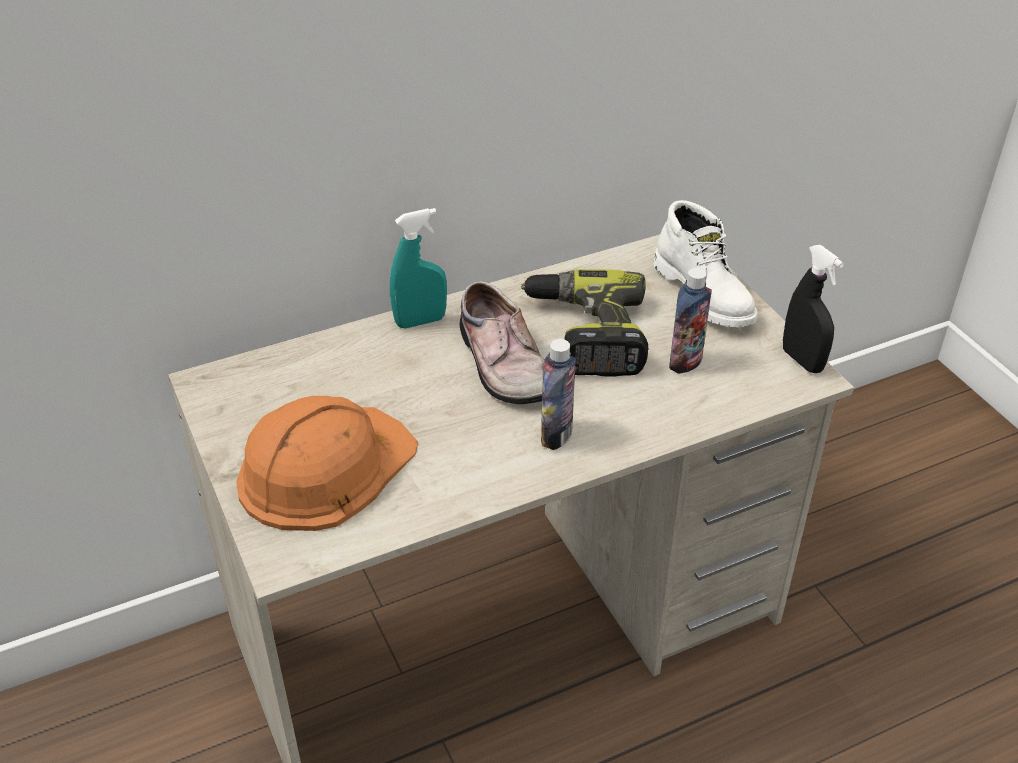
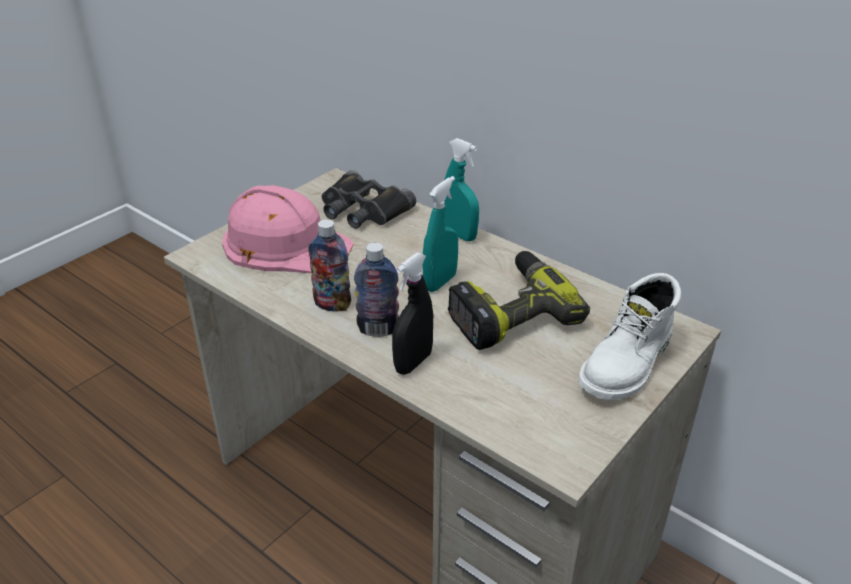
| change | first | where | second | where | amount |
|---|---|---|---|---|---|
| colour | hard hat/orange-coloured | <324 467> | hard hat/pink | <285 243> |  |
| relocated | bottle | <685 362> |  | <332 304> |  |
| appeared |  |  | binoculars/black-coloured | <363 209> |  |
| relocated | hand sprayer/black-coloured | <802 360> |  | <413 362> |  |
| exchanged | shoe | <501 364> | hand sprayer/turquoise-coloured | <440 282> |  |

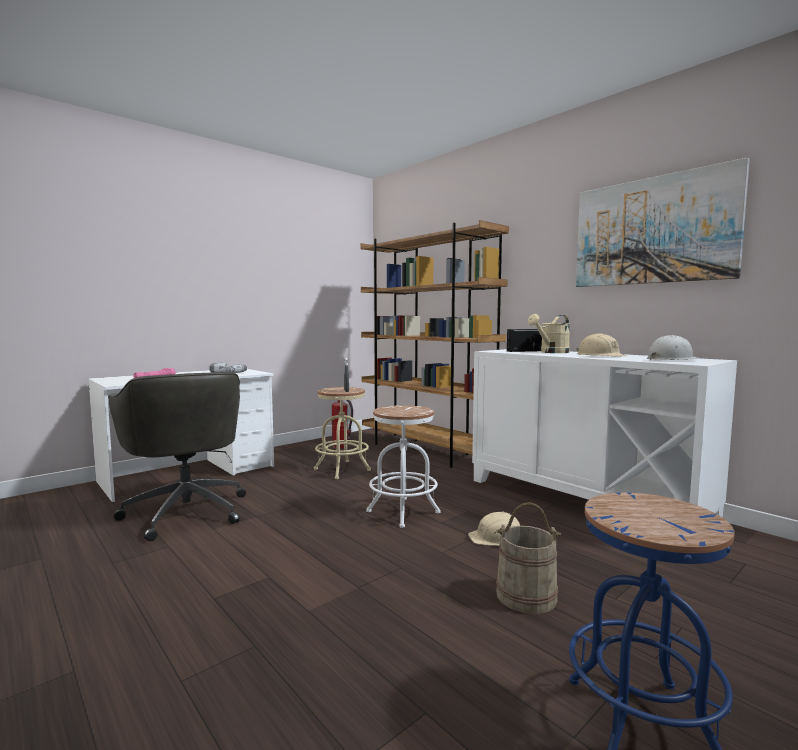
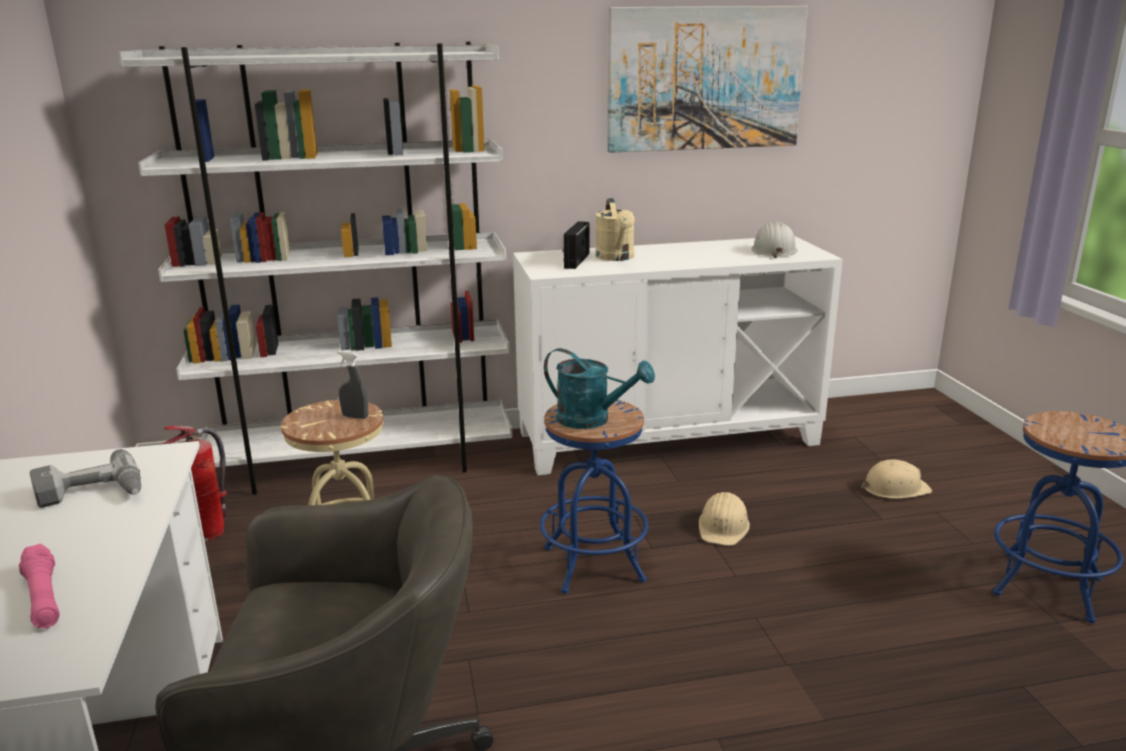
| change | first | where | second | where | amount |
|---|---|---|---|---|---|
| colour | bookcase/brown-coloured | <426 451> | bookcase/whitish | <363 463> |  |
| colour | stool/whitish | <403 512> | stool/blue | <593 564> |  |
| appeared |  |  | sprinkling can/turquoise-coloured | <592 420> |  |
| relocated | hard hat/sand-coloured | <600 356> |  | <894 488> |  |
| missing | bucket/sand-coloured | <526 595> |  |  |  |

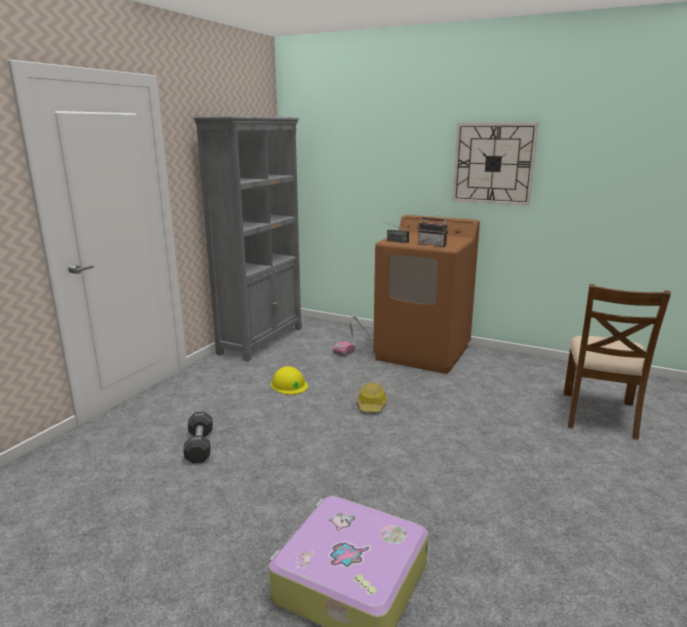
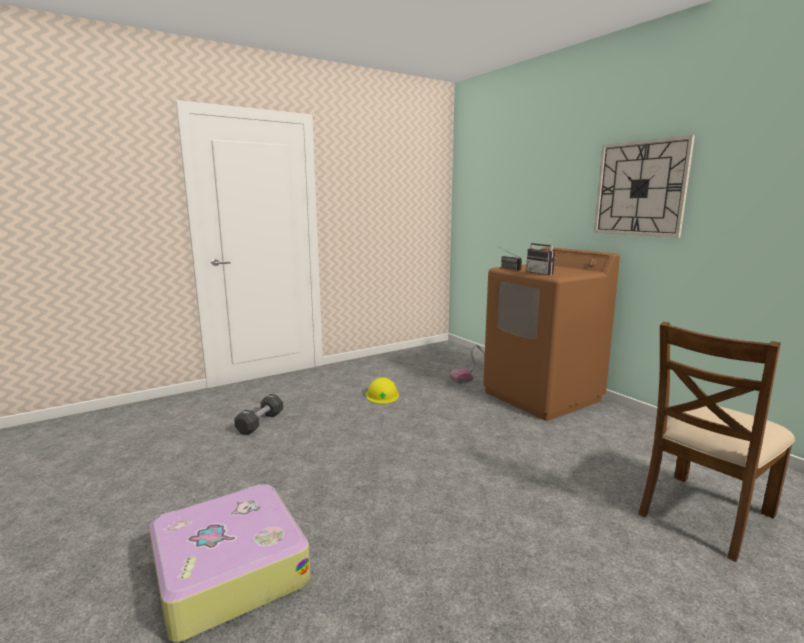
| change | first | where | second | where | amount |
|---|---|---|---|---|---|
| missing | bookcase/gray | <262 340> |  |  |  |
| missing | hard hat | <372 405> |  |  |  |

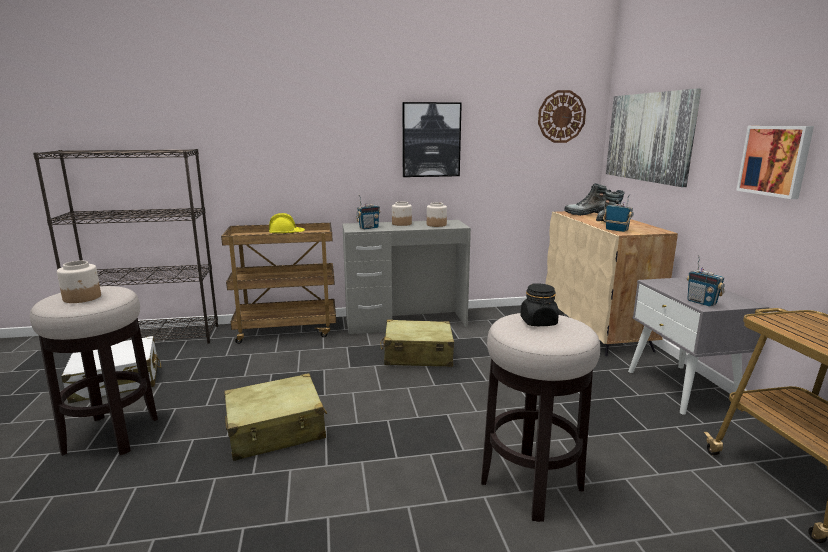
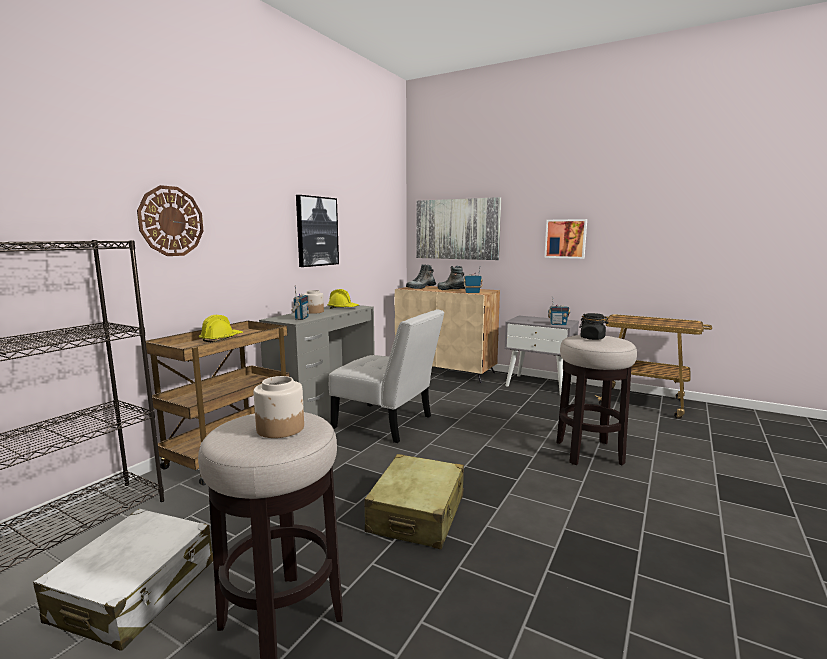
| change | first | where | second | where | amount |
|---|---|---|---|---|---|
| relocated | hanging clock | <561 116> |  | <171 221> |  |
| exchanged | jar | <436 225> | hard hat/yellow-coloured | <343 308> |  |
| exchanged | travel case/sand-coloured | <417 355> | plain chair/whitish | <387 423> |  |

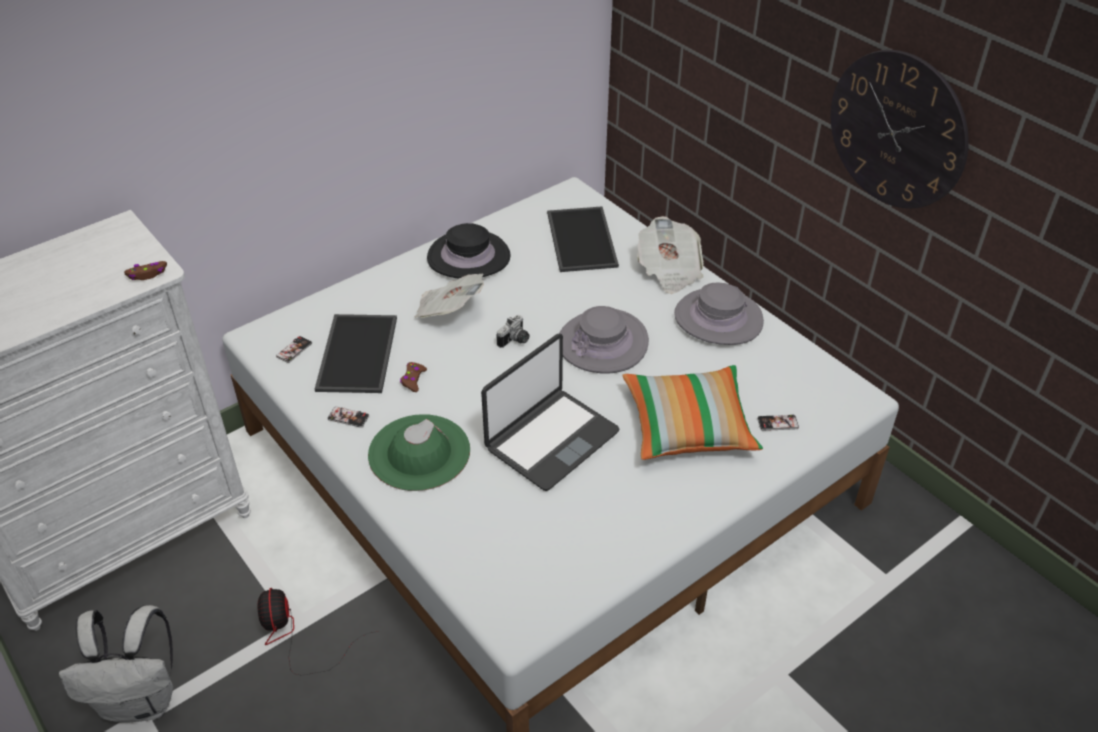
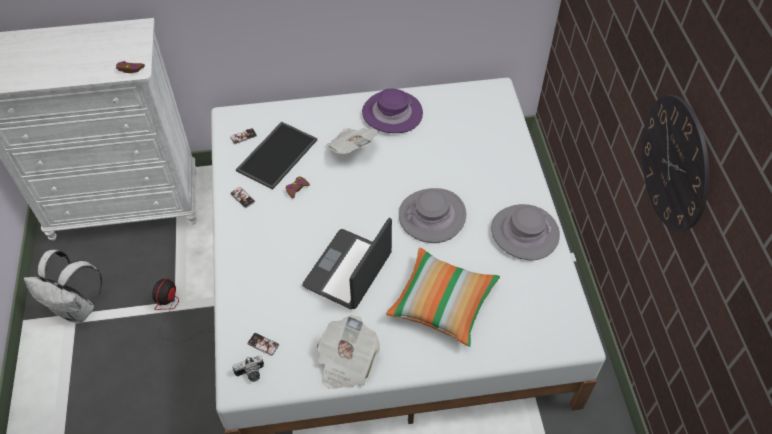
| change | first | where | second | where | amount |
|---|---|---|---|---|---|
| relocated | still camera | <515 340> |  | <251 374> |  |
| relocated | telephone | <777 423> |  | <263 344> |  |
| spun | portable computer | <551 439> |  | <348 270> | 135 degrees clockwise |
| relocated | newspaper | <669 271> |  | <346 362> |  |
| colour | hat/black-coloured | <468 257> | hat/purple | <392 113> |  |
| missing | hat/green-coloured | <419 452> |  |  |  |
| missing | tray | <580 239> |  |  |  |

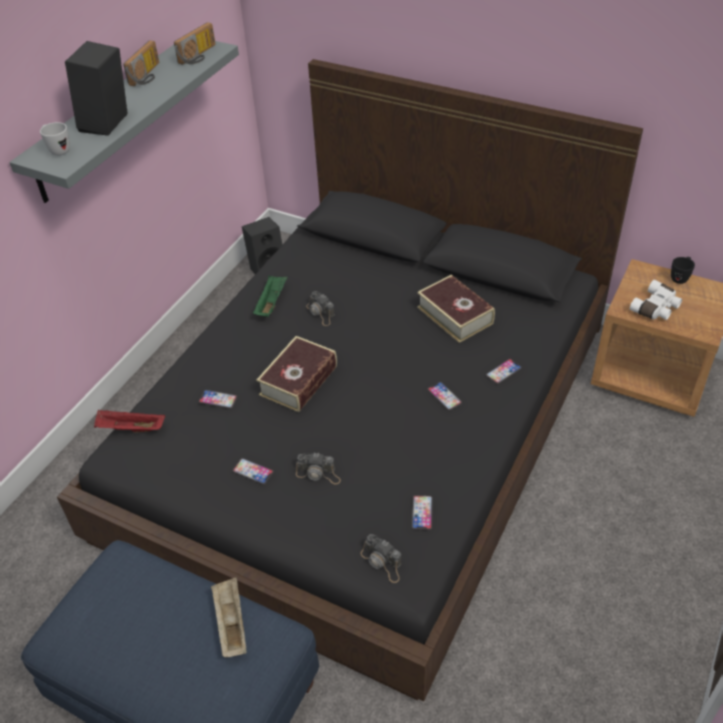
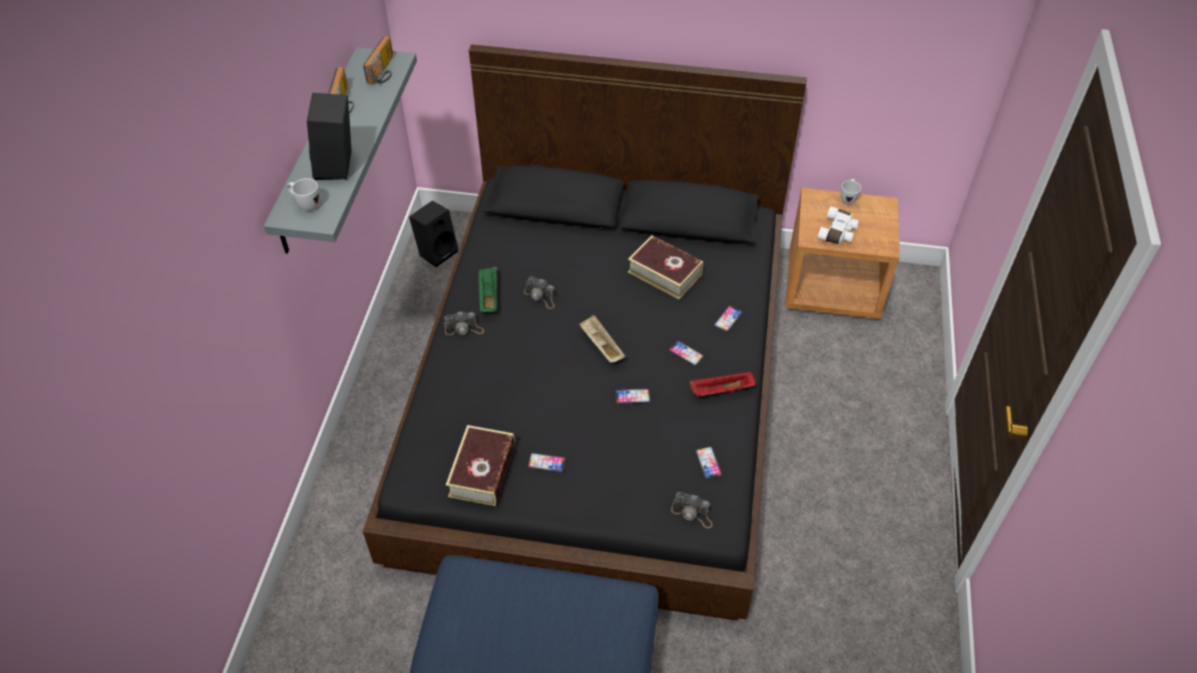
| change | first | where | second | where | amount |
|---|---|---|---|---|---|
| relocated | still camera | <318 473> |  | <464 328> |  |
| relocated | book | <298 380> |  | <482 471> |  |
| relocated | tray/sand-coloured | <231 623> |  | <601 346> |  |
| relocated | telephone | <218 400> |  | <632 397> |  |
| relocated | tray/red | <130 429> |  | <721 391> |  |
| colour | mug/black-coloured | <680 278> | mug/whitish | <848 198> |  |

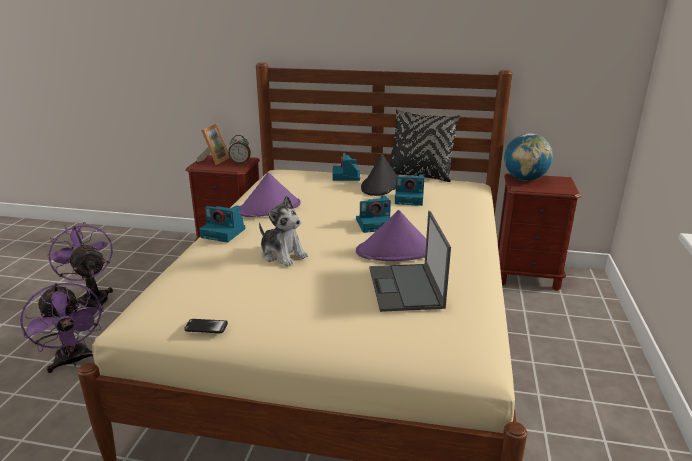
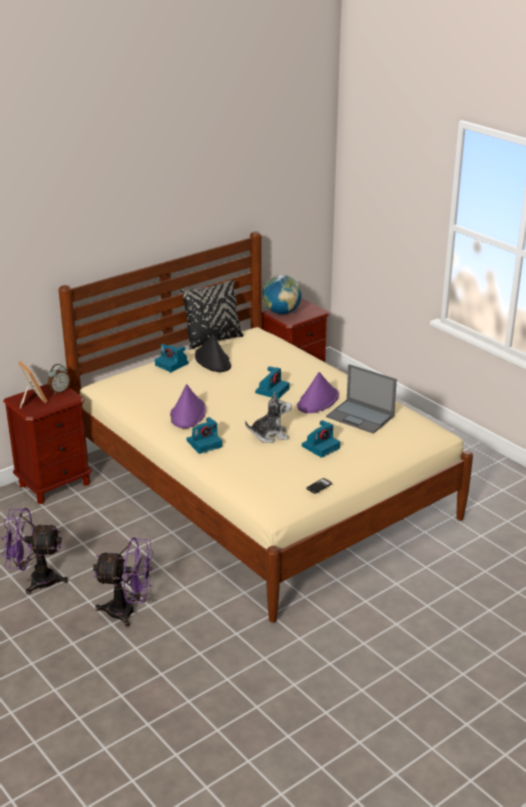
| change | first | where | second | where | amount |
|---|---|---|---|---|---|
| relocated | still camera | <410 199> |  | <321 446> |  |

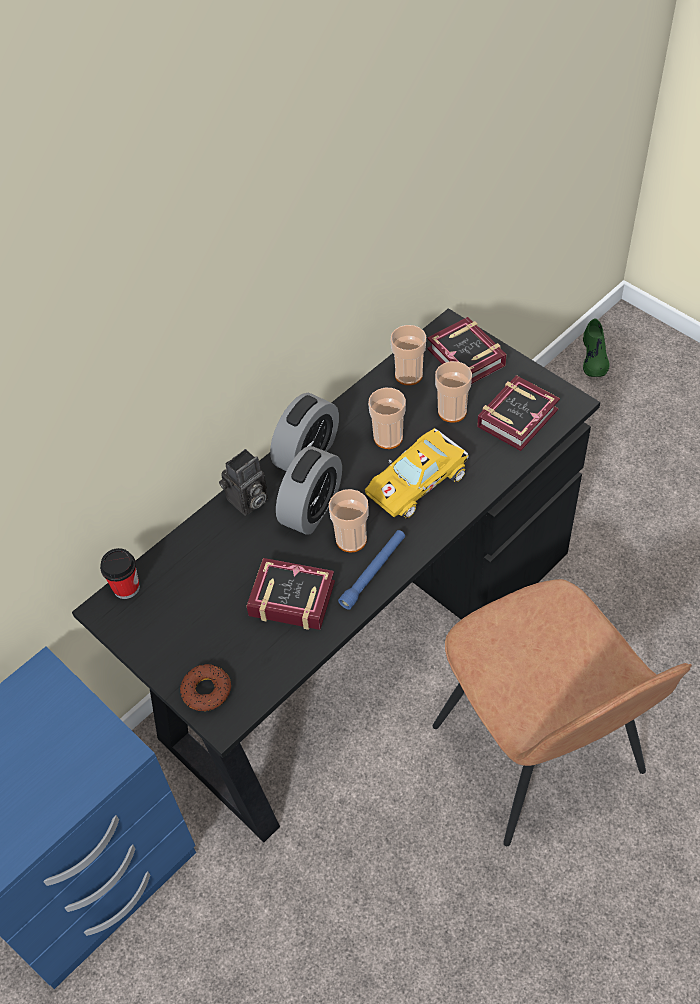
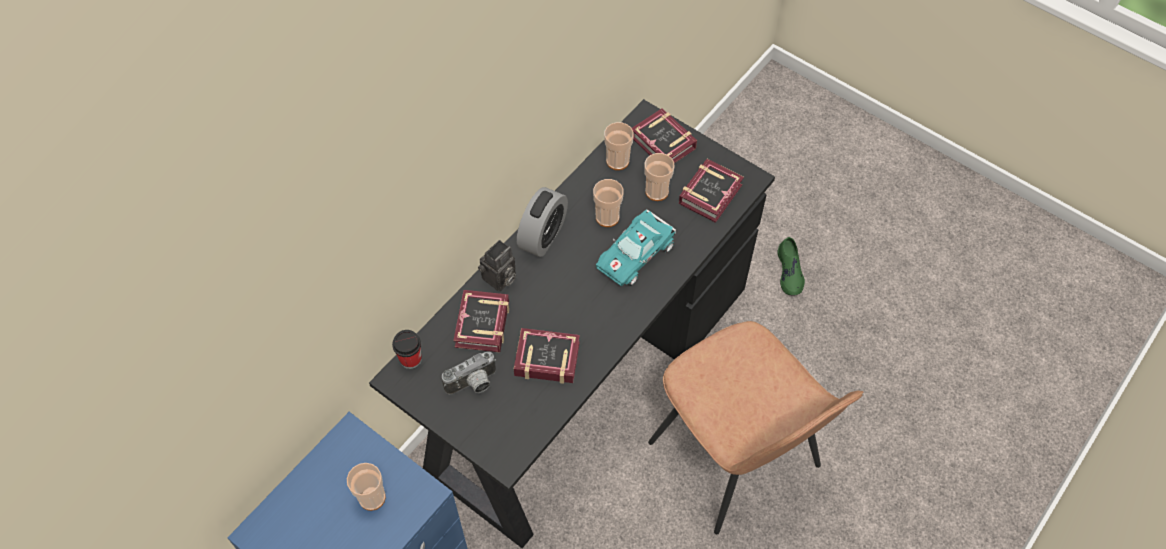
| change | first | where | second | where | amount |
|---|---|---|---|---|---|
| relocated | drinking cup | <351 539> |  | <372 497> |  |
| appeared |  |  | still camera | <473 385> |  |
| appeared |  |  | book | <480 327> |  |
| colour | toy car/yellow-coloured | <419 481> | toy car/turquoise-coloured | <637 253> |  |
| relocated | shoe/green-coloured | <594 357> |  | <789 272> |  |
| missing | doughnut | <206 690> |  |  |  |
| missing | table clock | <311 509> |  |  |  |
| missing | flashlight/blue | <373 572> |  |  |  |

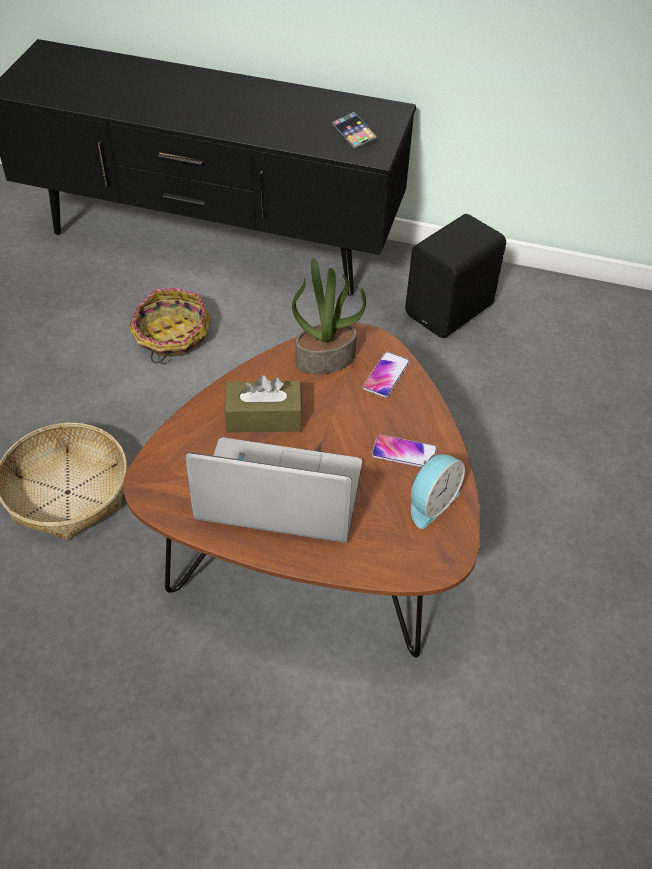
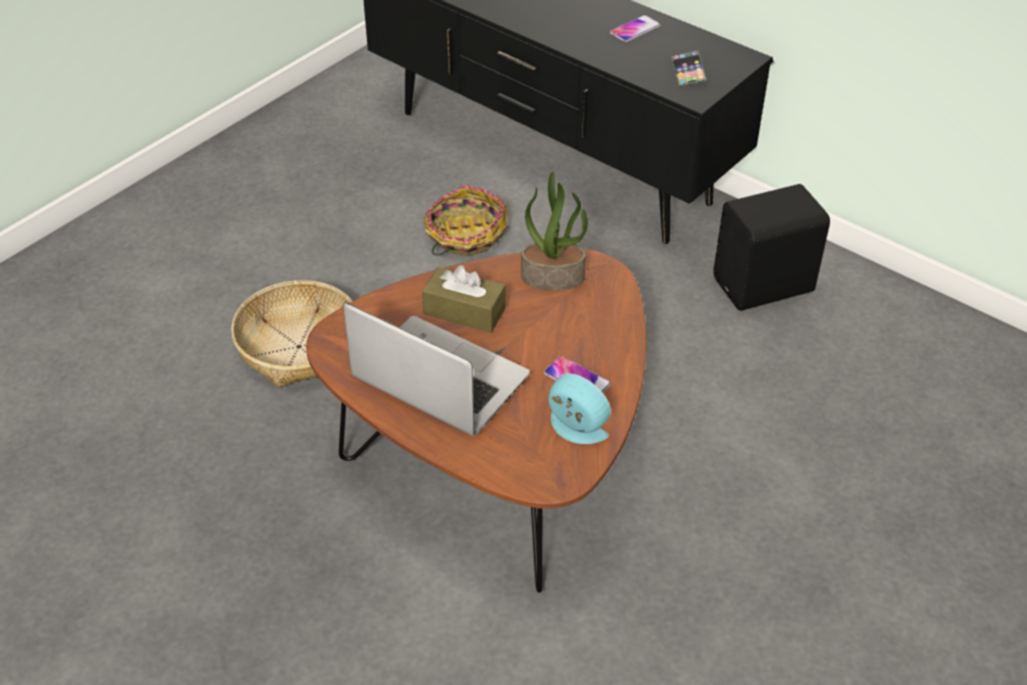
| change | first | where | second | where | amount |
|---|---|---|---|---|---|
| spun | table clock | <430 502> |  | <574 429> | 120 degrees counterclockwise |
| relocated | telephone | <386 375> |  | <635 29> |  |

